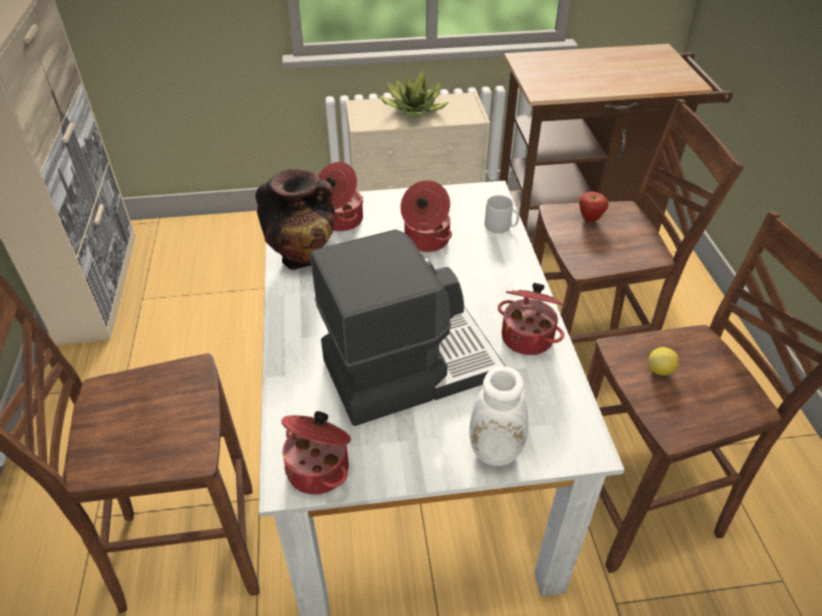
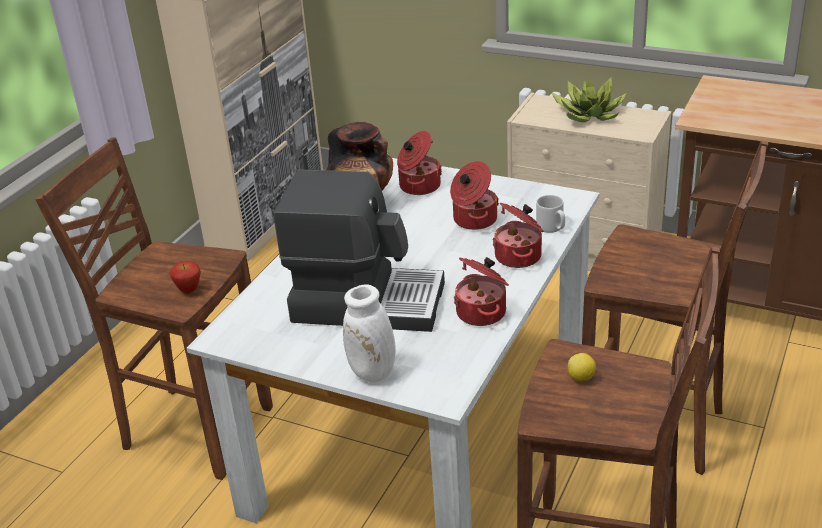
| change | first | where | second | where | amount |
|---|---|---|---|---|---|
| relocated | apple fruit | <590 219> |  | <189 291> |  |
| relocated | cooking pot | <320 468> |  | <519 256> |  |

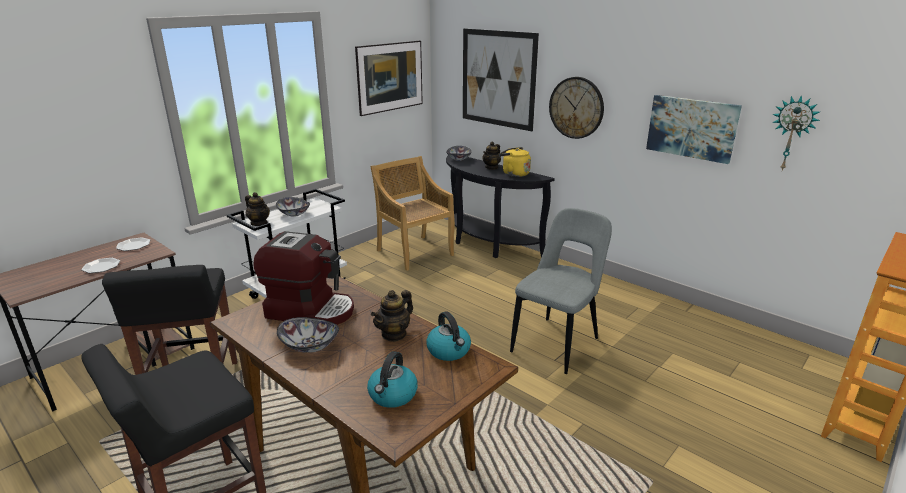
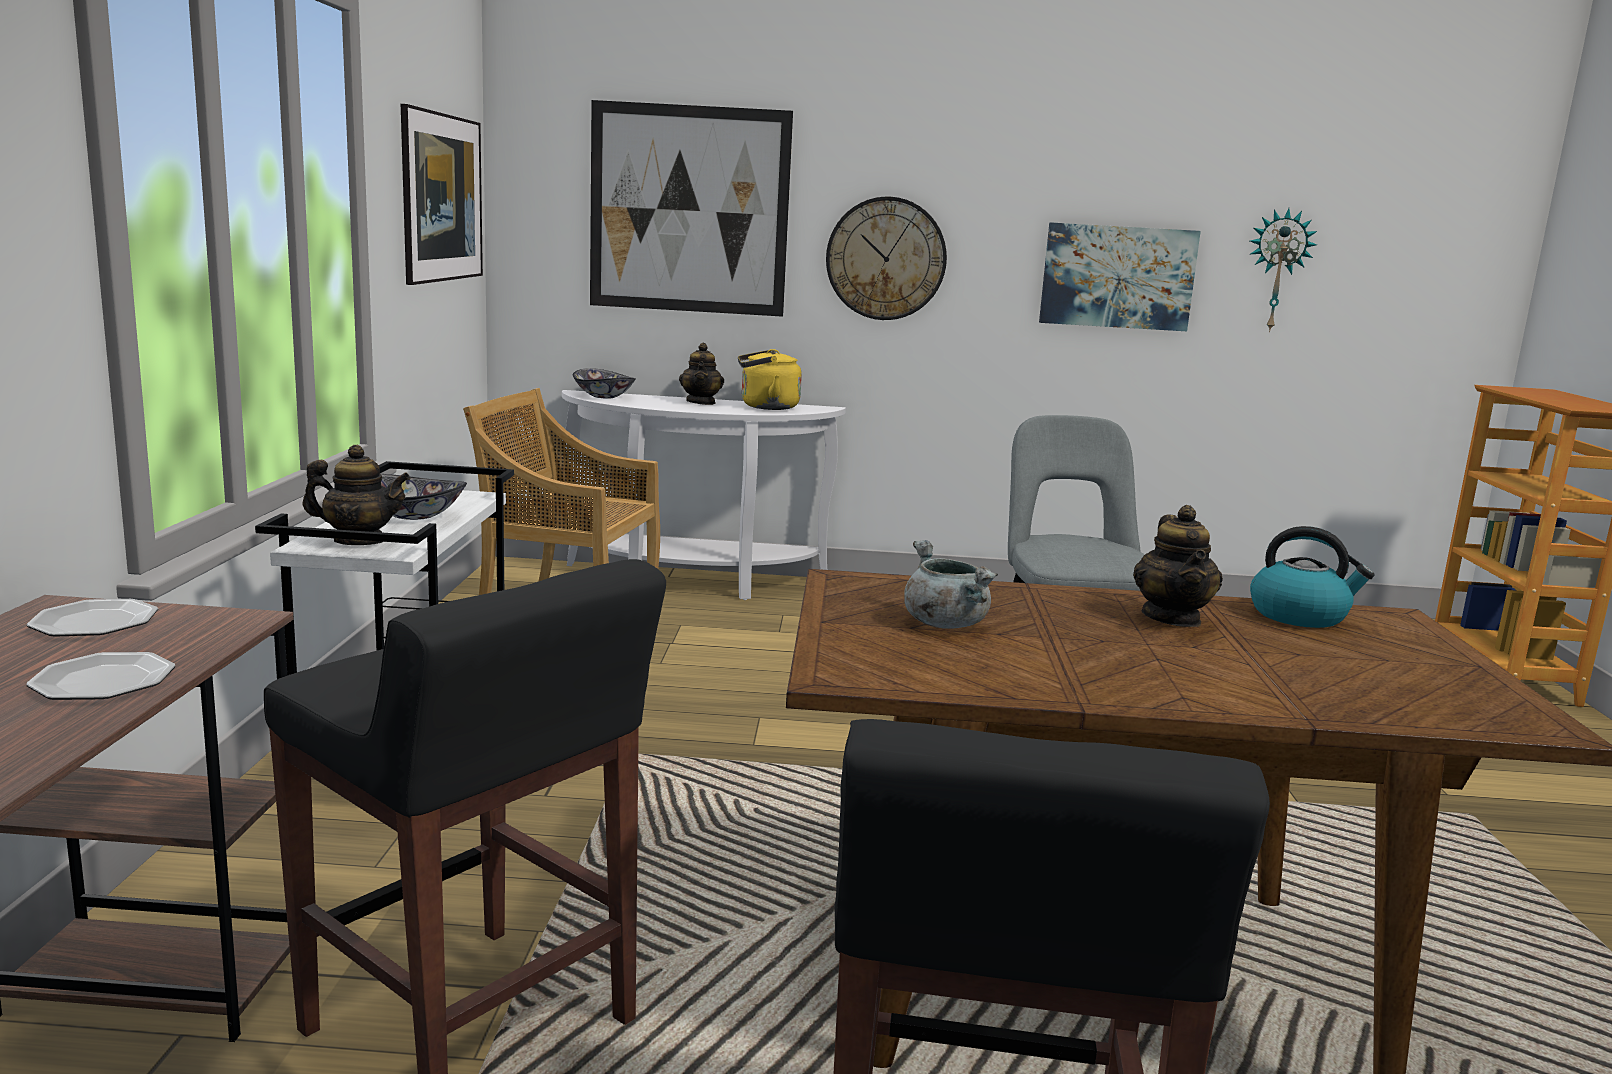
| change | first | where | second | where | amount |
|---|---|---|---|---|---|
| colour | console table/black-coloured | <486 244> | console table/whitish | <692 583> |  |
| exchanged | coffee maker | <311 310> | cooking pot/gray | <944 624> |  |
| missing | deep dish | <310 346> |  |  |  |
| missing | water kettle | <392 395> |  |  |  |

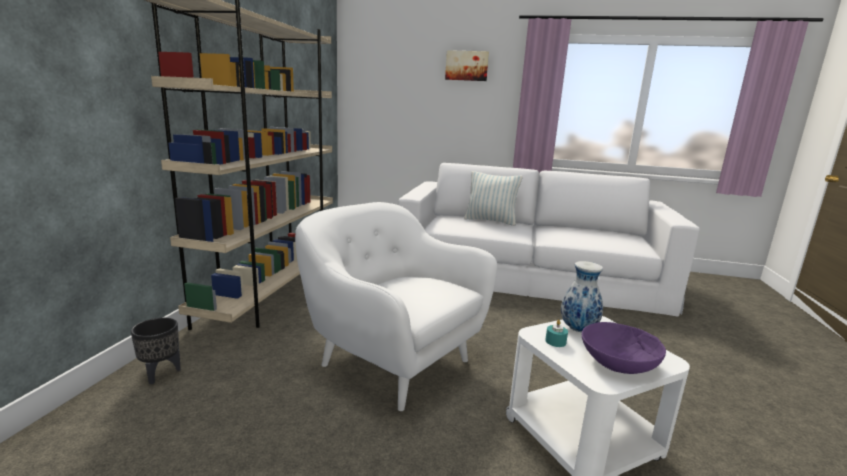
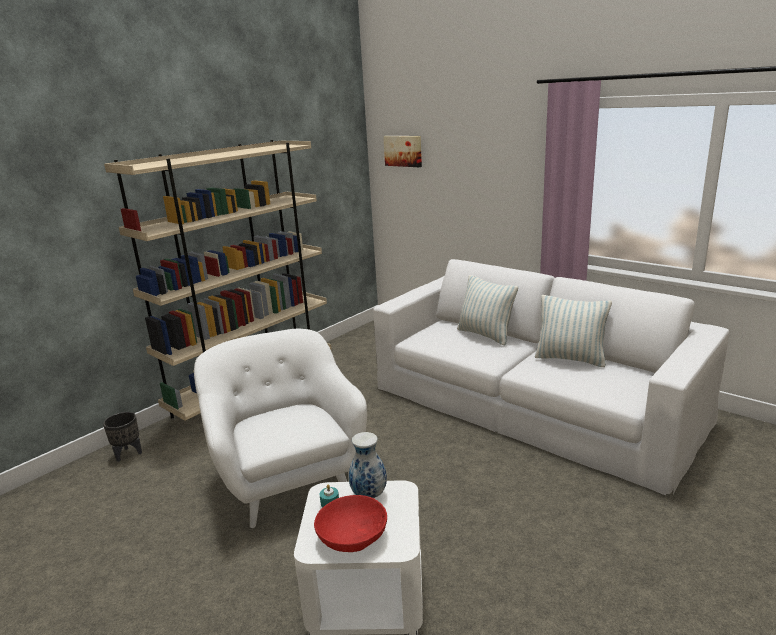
| change | first | where | second | where | amount |
|---|---|---|---|---|---|
| colour | deep dish/purple | <617 362> | deep dish/red | <352 536> |  |
| relocated | wall picture | <467 66> |  | <403 151> |  |
| appeared |  |  | cushion | <570 359> |  |

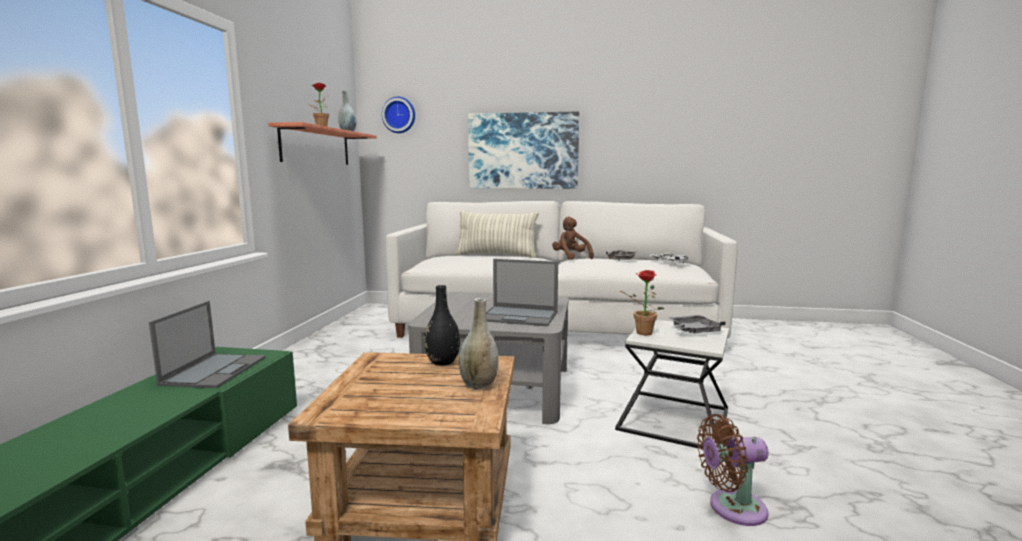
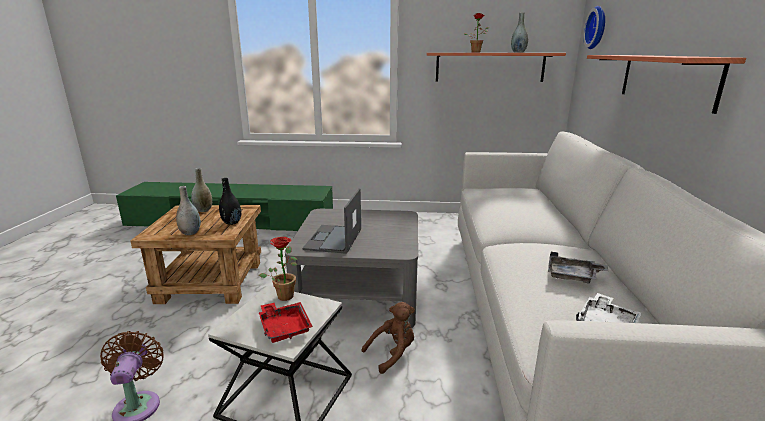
| change | first | where | second | where | amount |
|---|---|---|---|---|---|
| appeared |  |  | decorative vase/gray | <203 210> |  |
| colour | tray/gray | <693 331> | tray/red | <284 327> |  |
| relocated | plush toy/brown-coloured | <571 257> |  | <392 353> |  |
| exchanged | wall picture | <523 151> | bracket shelf | <666 79> |  |
| missing | portable computer | <215 370> |  |  |  |
| missing | cushion | <496 255> |  |  |  |

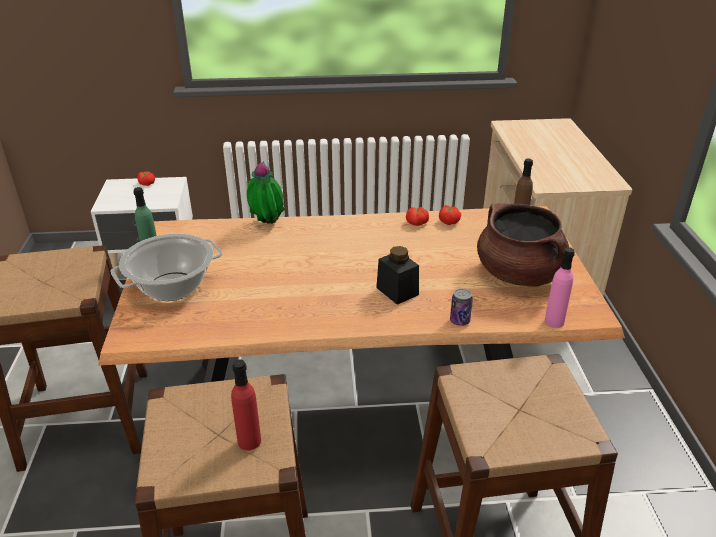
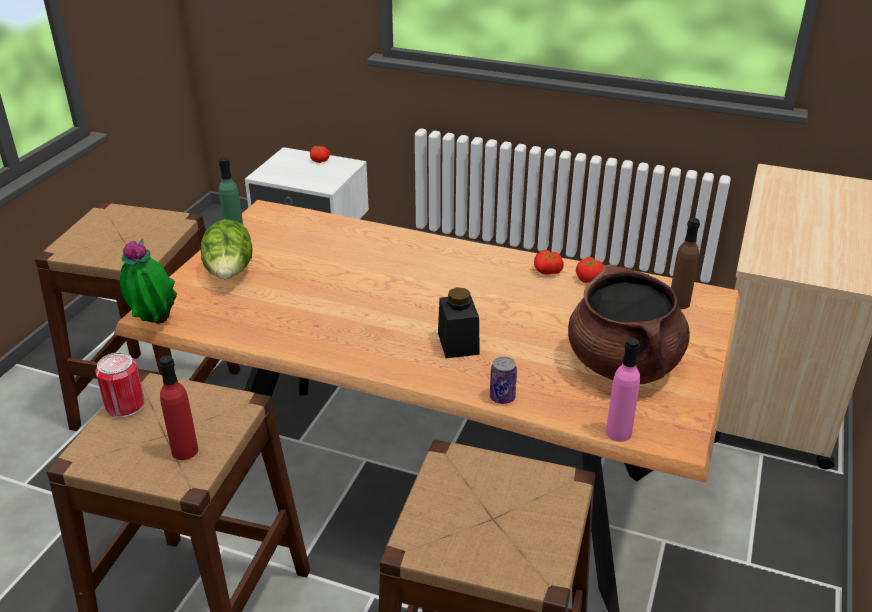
| change | first | where | second | where | amount |
|---|---|---|---|---|---|
| appeared |  |  | metal can | <125 405> |  |
| relocated | potted plant | <267 224> |  | <154 323> |  |
| exchanged | cooking pot | <172 286> | lettuce head | <230 274> |  |

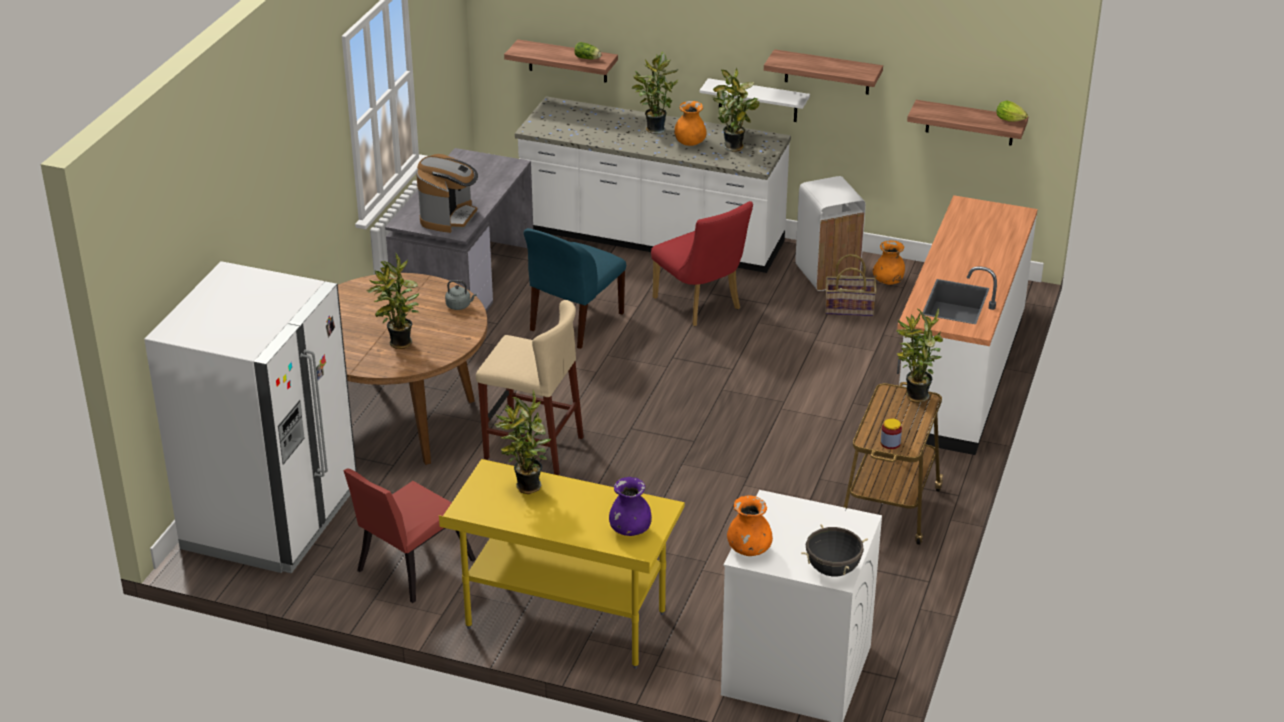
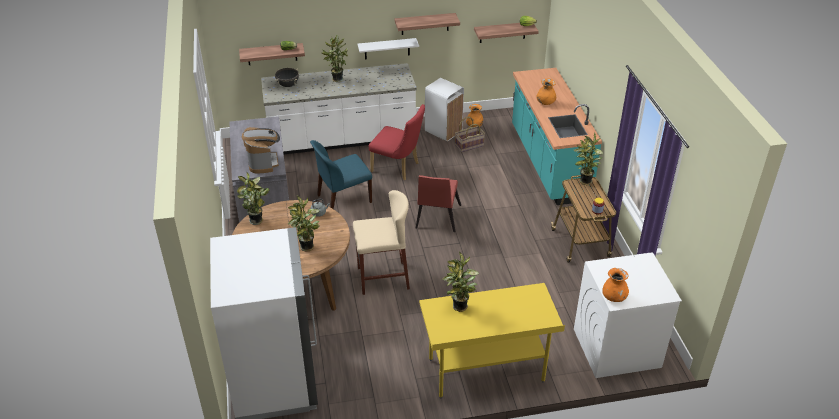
| change | first | where | second | where | amount |
|---|---|---|---|---|---|
| relocated | potted plant | <735 148> |  | <257 221> |  |
| relocated | cooking pot/black-coloured | <832 569> |  | <288 85> |  |
| spun | plain chair/blue | <575 323> |  | <343 199> | 60 degrees clockwise |
| relocated | plain chair/red | <409 568> |  | <437 218> |  |
| colour | counter/whitish | <958 376> | counter/turquoise-coloured | <548 163> |  |
| relocated | decorative vase/orange-coloured | <690 143> |  | <545 103> |  |
| missing | decorative vase/purple | <630 530> |  |  |  |

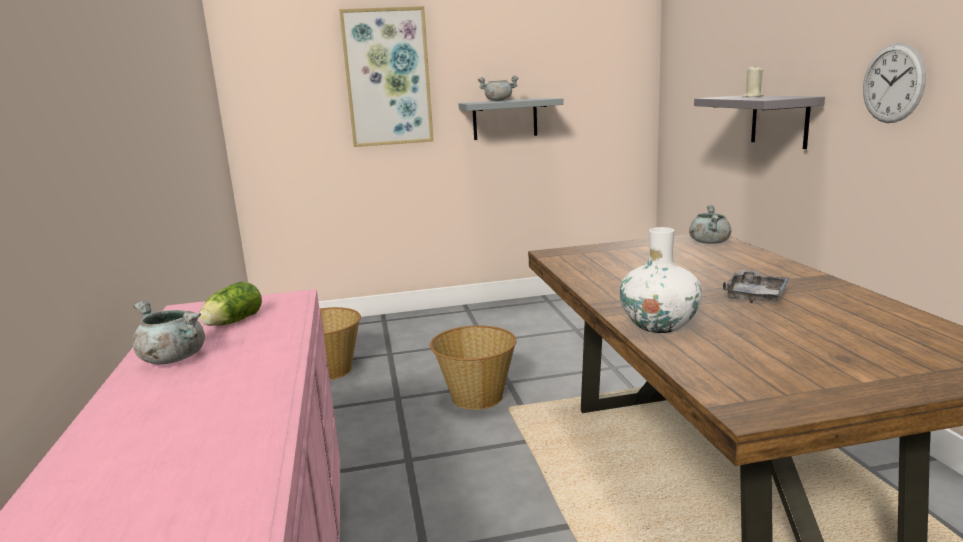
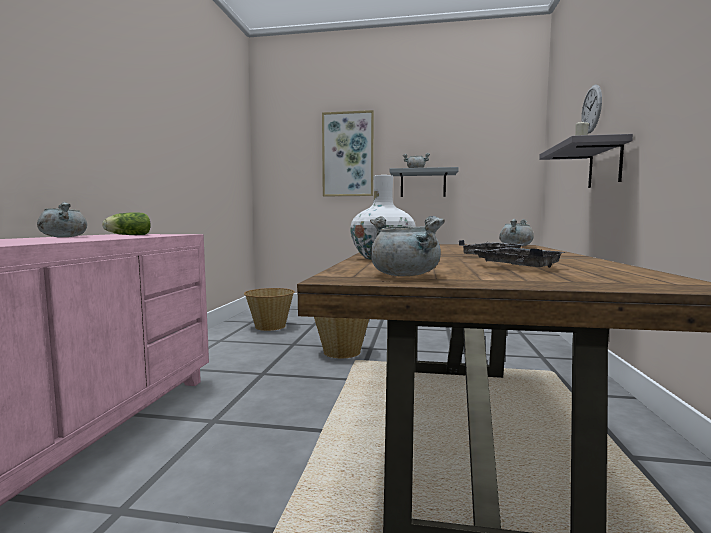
| change | first | where | second | where | amount |
|---|---|---|---|---|---|
| appeared |  |  | cooking pot/gray | <405 275> |  |
| appeared |  |  | tray/gray | <517 267> |  |
| relocated | hanging clock | <893 83> |  | <591 109> |  |

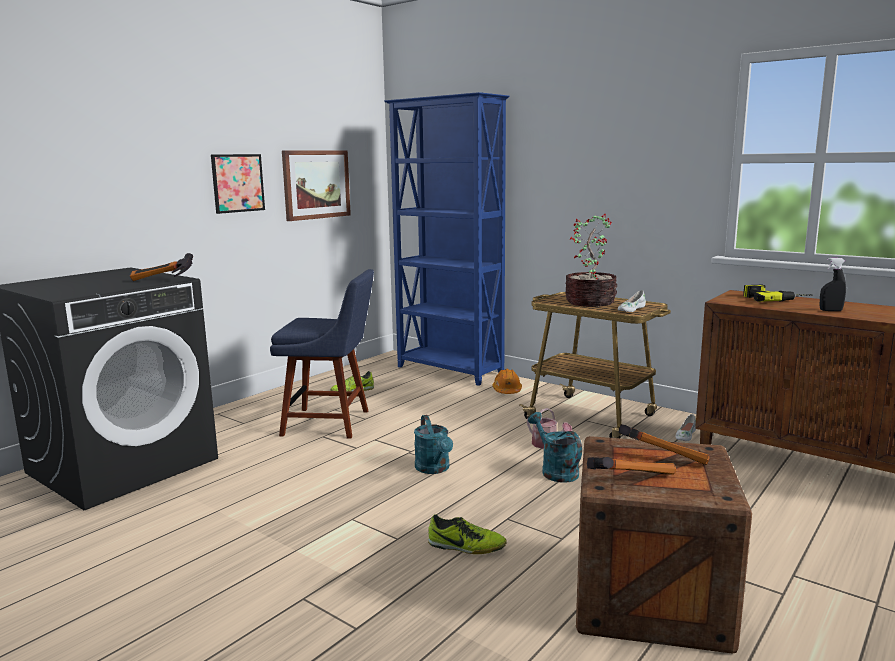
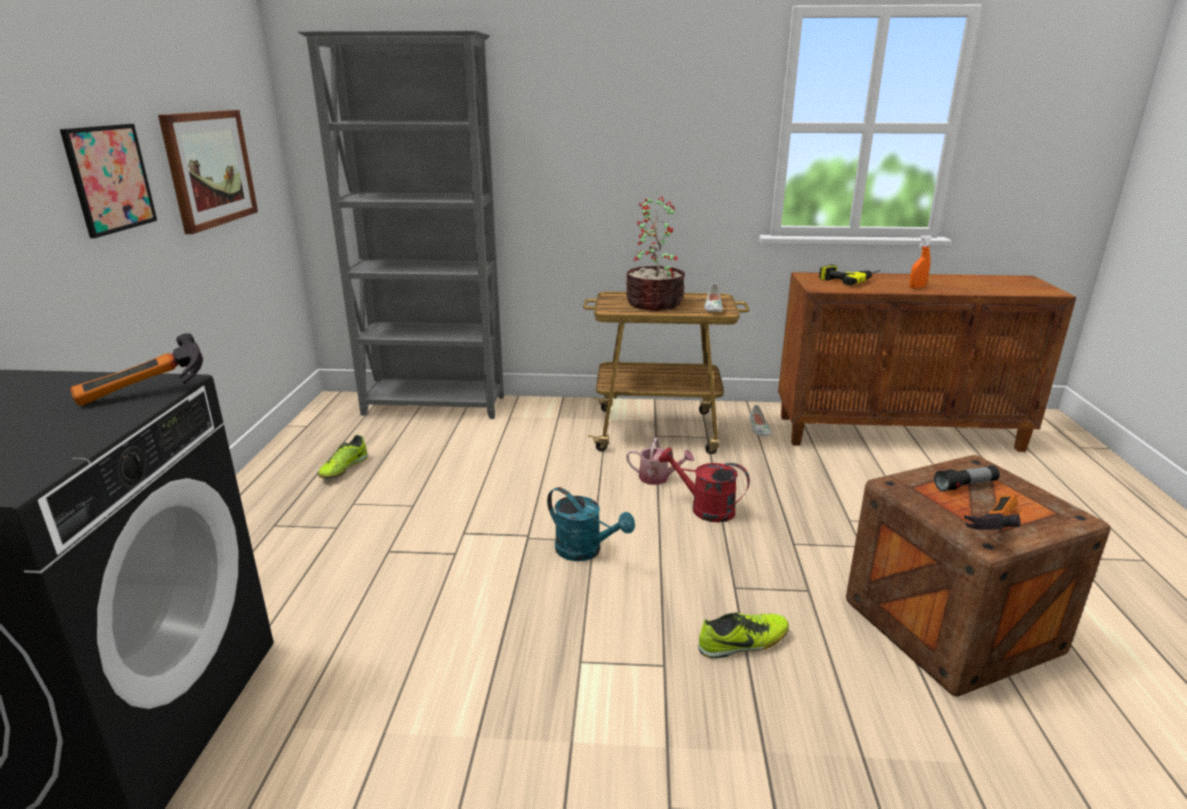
| change | first | where | second | where | amount |
|---|---|---|---|---|---|
| colour | bookcase/blue | <449 371> | bookcase/gray | <435 406> |  |
| colour | sprinkling can/turquoise-coloured | <555 471> | sprinkling can/red | <704 508> |  |
| colour | hand sprayer/black-coloured | <830 310> | hand sprayer/orange-coloured | <917 287> |  |
| exchanged | tool hammer | <662 457> | flashlight | <965 486> |  |
| missing | plain chair/blue | <331 423> |  |  |  |
| missing | hard hat/orange-coloured | <507 391> |  |  |  |

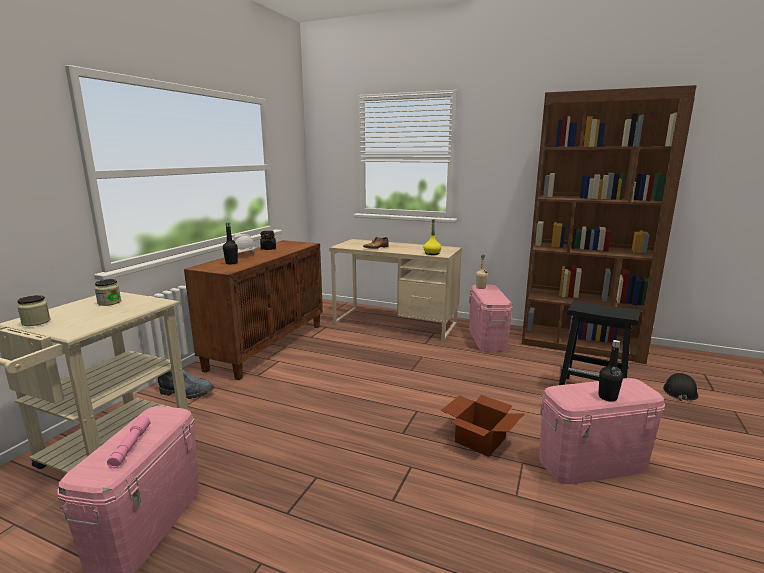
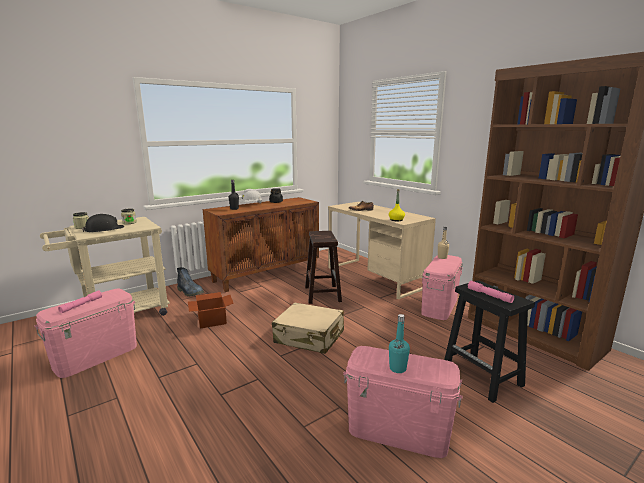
| change | first | where | second | where | amount |
|---|---|---|---|---|---|
| relocated | hard hat/black-coloured | <679 391> |  | <104 229> |  |
| relocated | packing box | <479 439> |  | <212 320> |  |
| appeared |  |  | travel case/sand-coloured | <309 337> |  |
| appeared |  |  | stool/brown-coloured | <322 294> |  |
| colour | bottle/black-coloured | <607 397> | bottle/turquoise-coloured | <397 368> |  |
| appeared |  |  | flashlight/pink | <489 295> |  |

